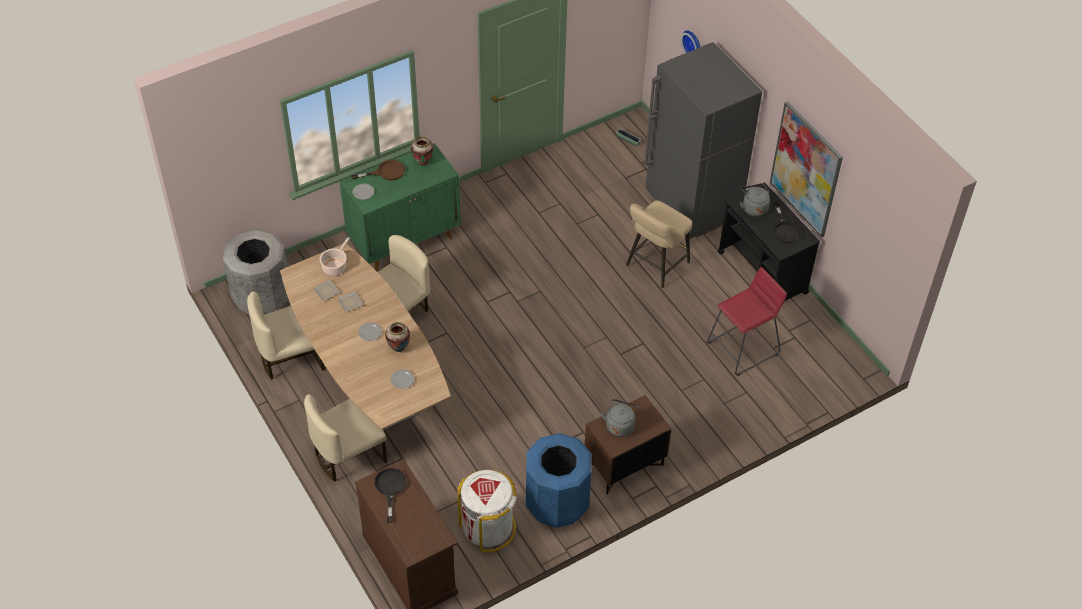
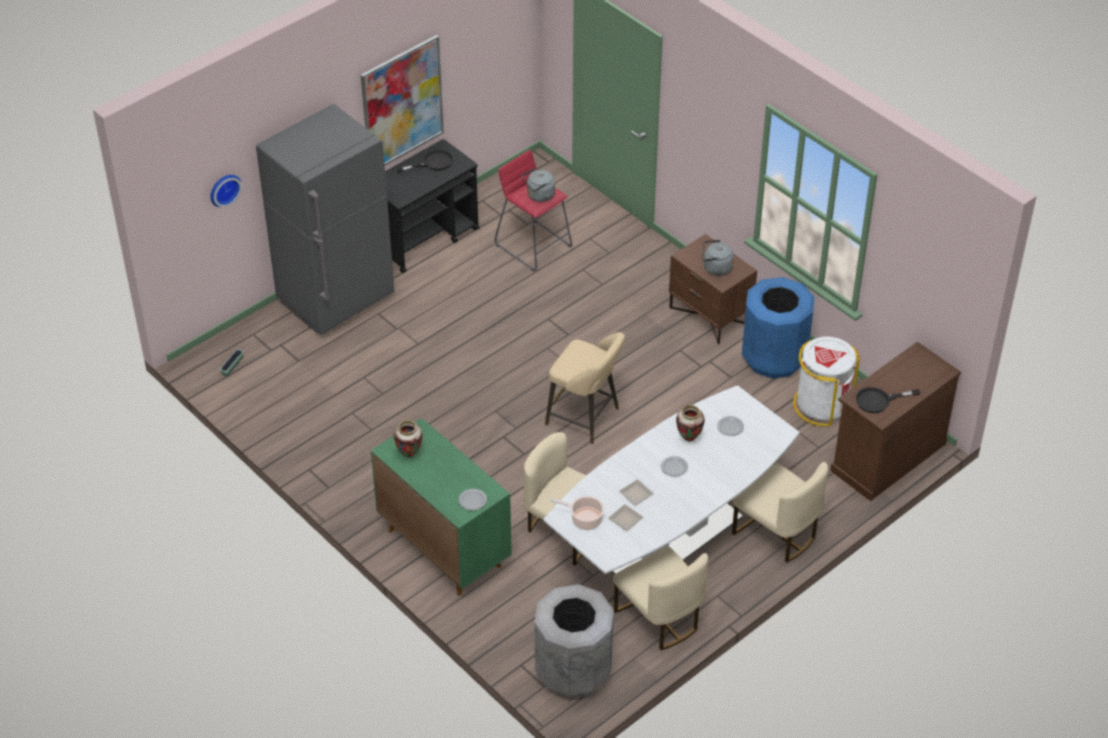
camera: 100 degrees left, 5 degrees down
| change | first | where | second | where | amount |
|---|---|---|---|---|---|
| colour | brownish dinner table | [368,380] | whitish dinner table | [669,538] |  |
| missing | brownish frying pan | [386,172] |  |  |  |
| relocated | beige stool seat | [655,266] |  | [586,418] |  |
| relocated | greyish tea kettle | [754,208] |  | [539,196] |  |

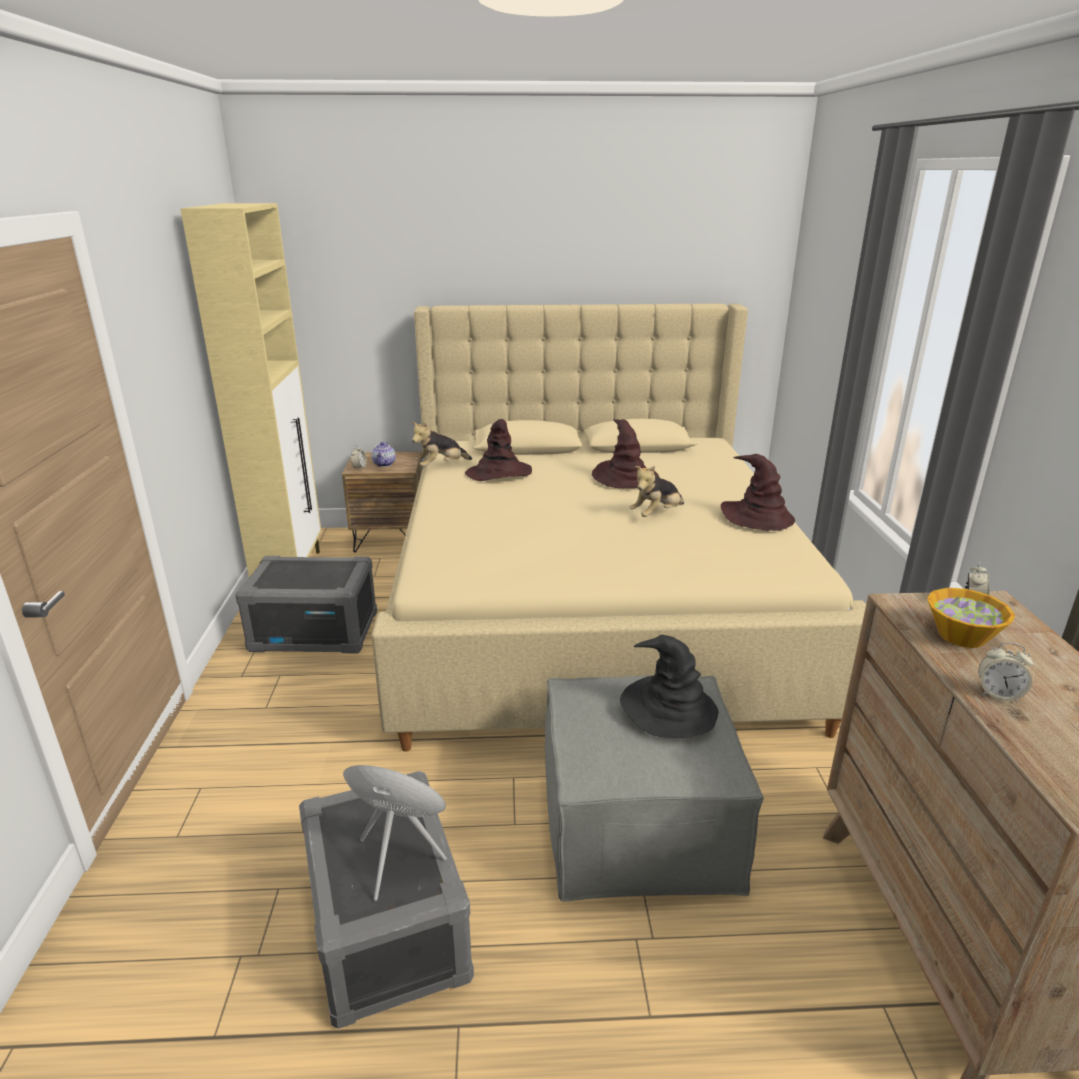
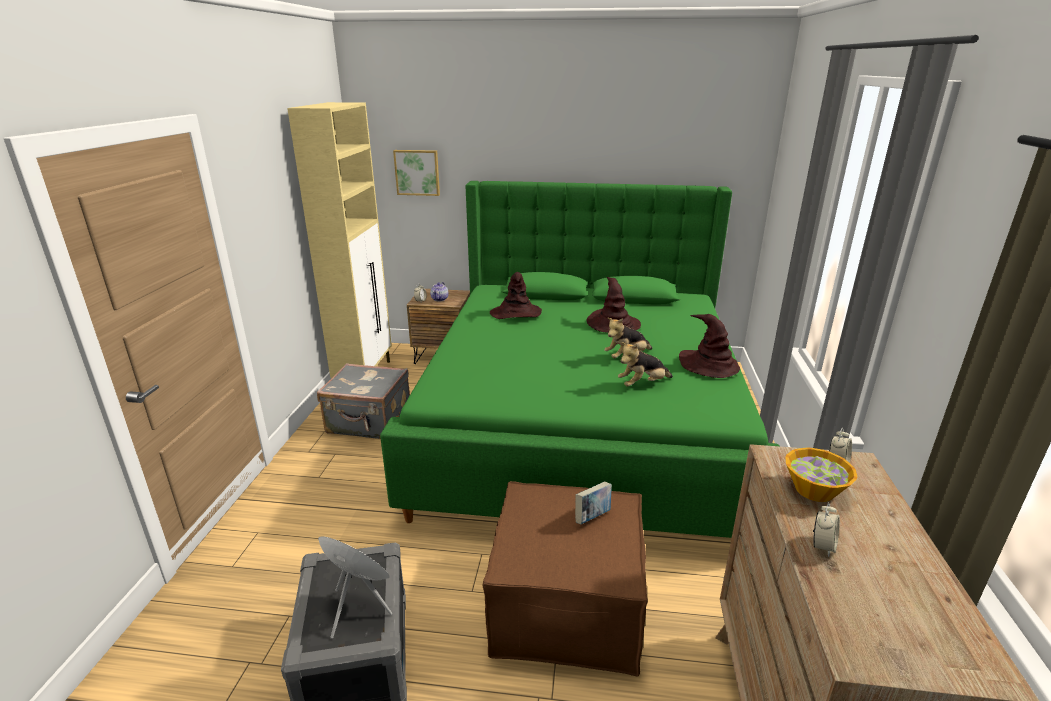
camera: 10 degrees right, 0 degrees up
| change | first | where | second | where | amount |
|---|---|---|---|---|---|
| exchanged | greyish storage bin | [315,631] | greyish travel case | [369,423] |  |
| colour | beige bedroom bed | [594,610] | green-coloured bedroom bed | [582,426] |  |
| relocated | soft toy | [441,466] |  | [642,384] |  |
| colour | greyish ottoman | [639,825] | brownish ottoman | [567,605] |  |
| exchanged | black-coloured hat | [667,708] | bound book | [592,517] |  |
| spun | table clock | [998,694] |  | [822,546] | 90 degrees counterclockwise |
| appeared |  |  | wall picture | [417,172] |  |

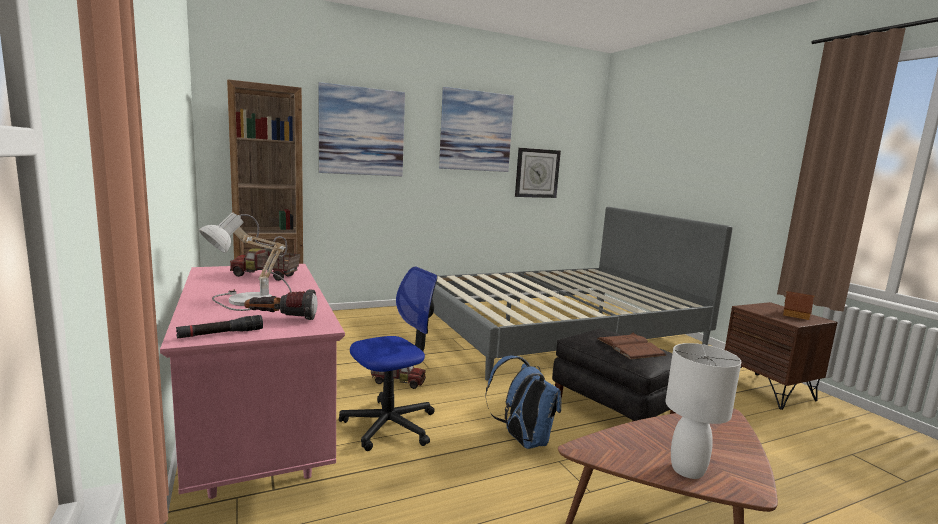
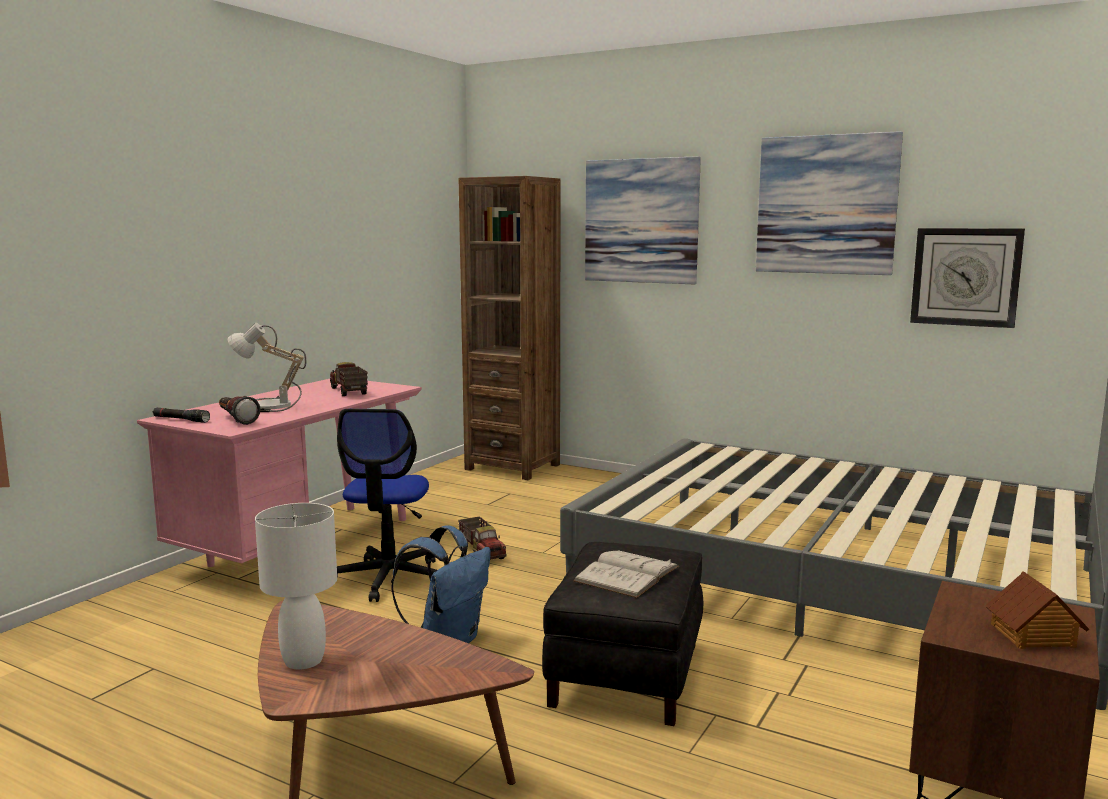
camera: 55 degrees right, 0 degrees up
| change | first | where | second | where | amount |
|---|---|---|---|---|---|
| spun | desk chair | [390,425] |  | [388,578] | 75 degrees clockwise |
| colour | brownish bound book | [630,347] | whitish bound book | [627,574] |  |

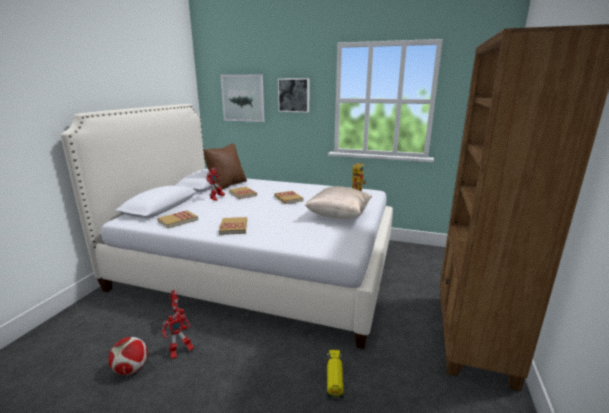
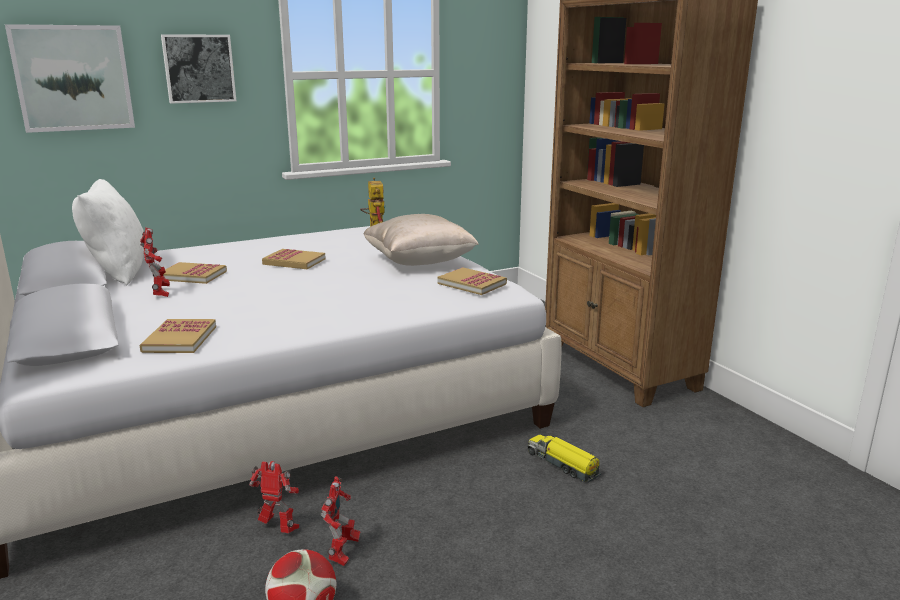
camera: 45 degrees left, 0 degrees up
| change | first | where | second | where | amount |
|---|---|---|---|---|---|
| colour | brownish throw pillow | [226,185] | whitish throw pillow | [118,272] |  |
| relocated | bound book | [233,227] |  | [472,284] |  |

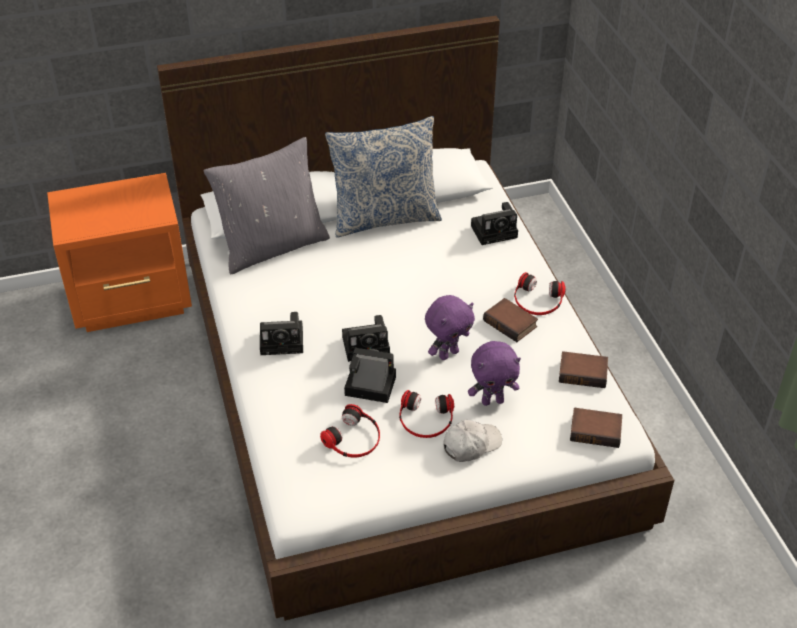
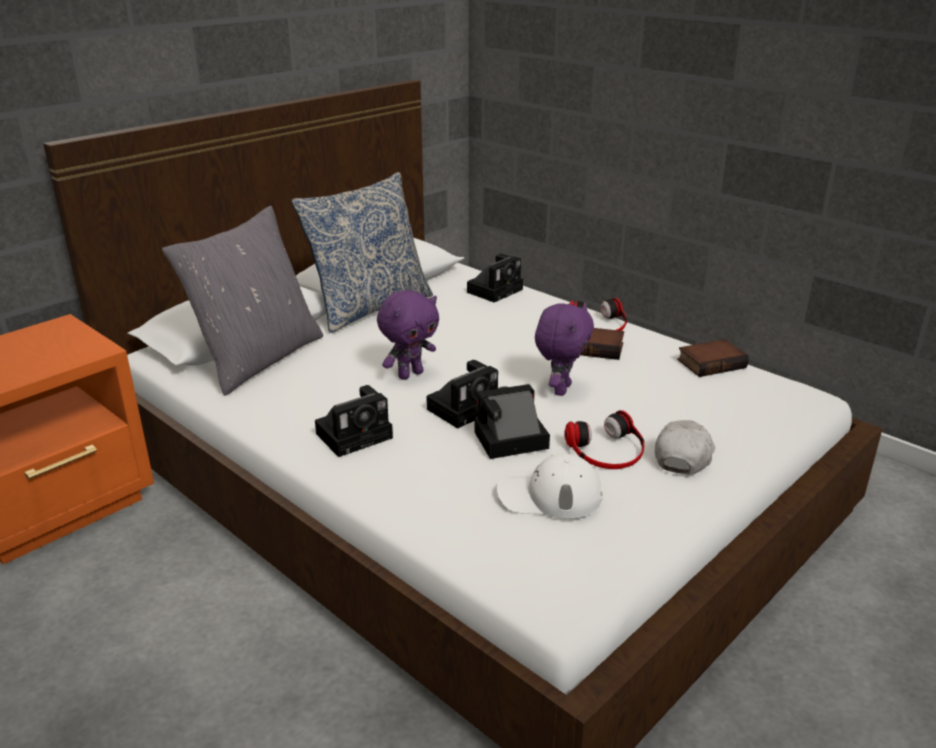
camera: 30 degrees left, 15 degrees down
| change | first | where | second | where | amount |
|---|---|---|---|---|---|
| exchanged | headset | [354,438] | whitish peaked cap | [549,495] |  |
| relocated | purple soft toy | [492,401] |  | [410,374] |  |
| missing | bound book | [596,430] |  |  |  |

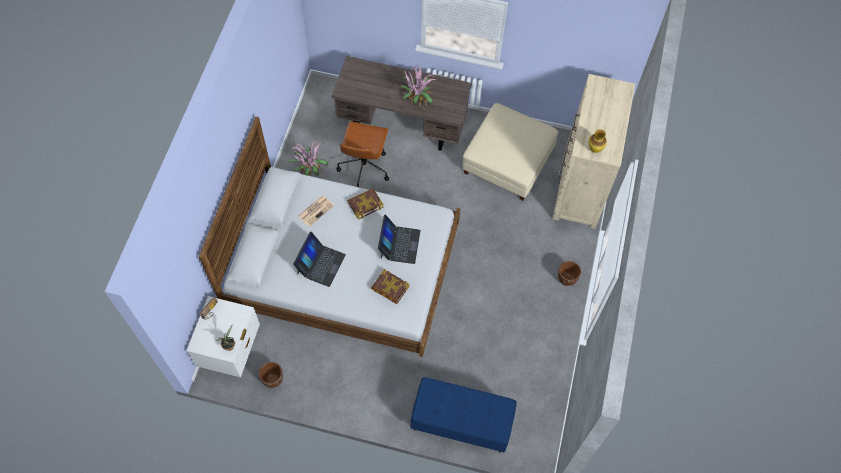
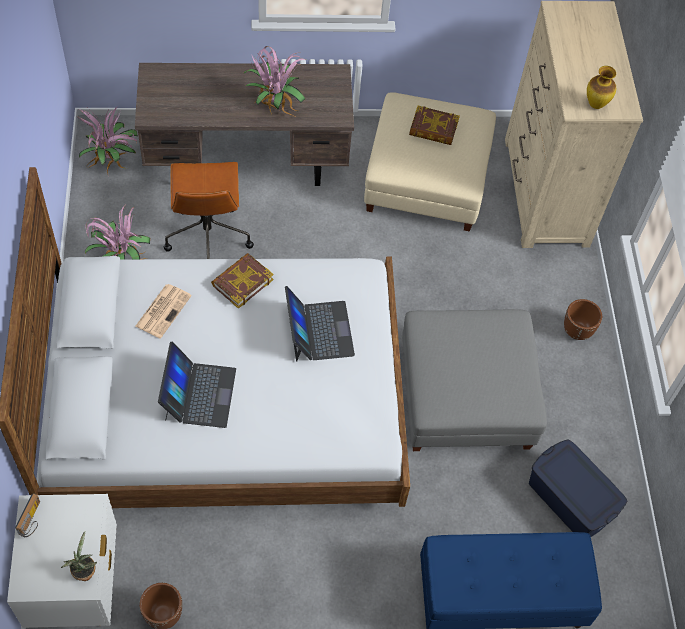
camera: 20 degrees left, 5 degrees down
| change | first | where | second | where | amount |
|---|---|---|---|---|---|
| relocated | bound book | [390,288] |  | [433,129] |  |
| appeared |  |  | potted plant | [111,161] |  |
| appeared |  |  | greyish ottoman | [464,396] |  |
| appeared |  |  | blue storage bin | [570,498] |  |

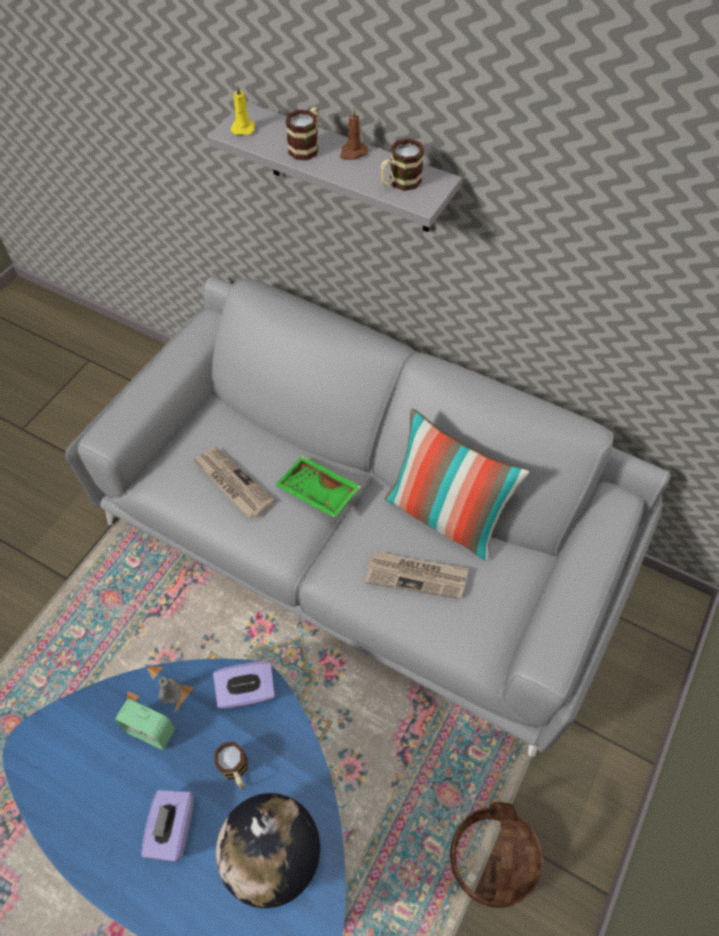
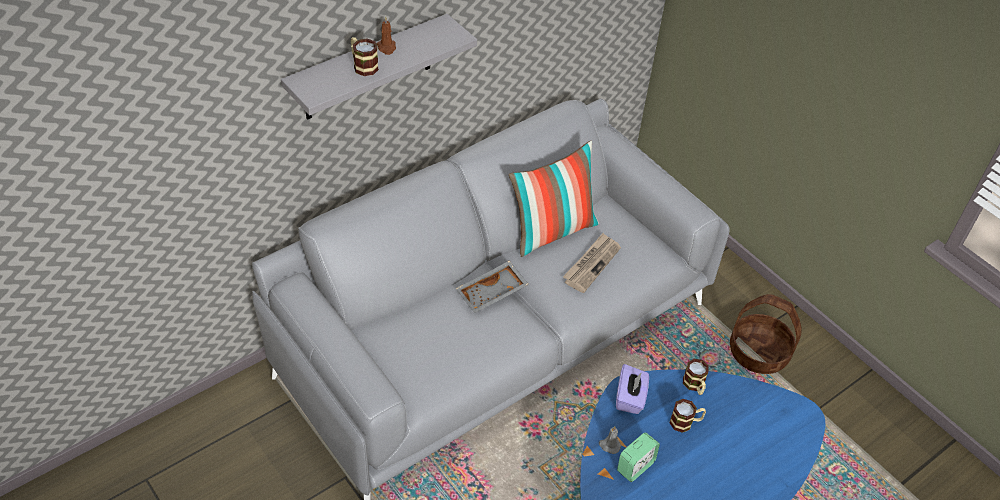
camera: 70 degrees left, 10 degrees down
| change | first | where | second | where | amount |
|---|---|---|---|---|---|
| missing | purple tissue holder | [172,828] |  |  |  |
| missing | printed paper | [232,483] |  |  |  |
| missing | world globe | [273,855] |  |  |  |
| missing | yellowish wax light | [243,128] |  |  |  |
| colour | green-coloured serving tray | [317,492] | greyish serving tray | [492,293] |  |
| relocated | tea mug | [399,183] |  | [694,386] |  |

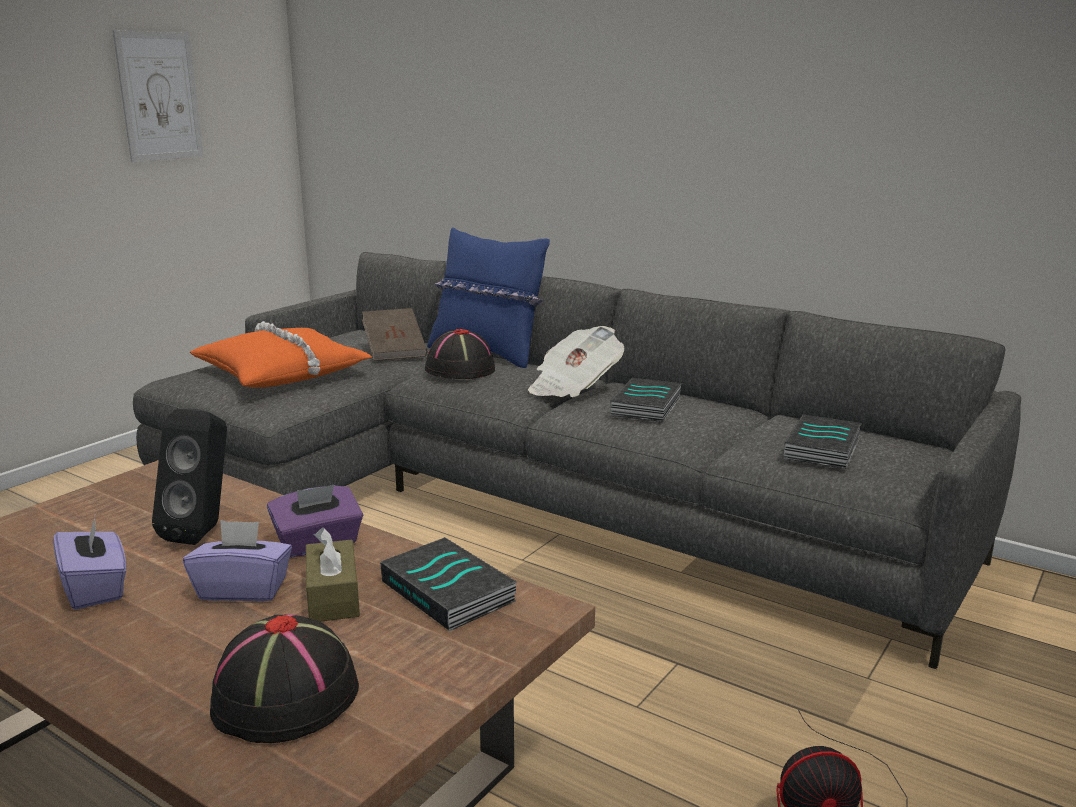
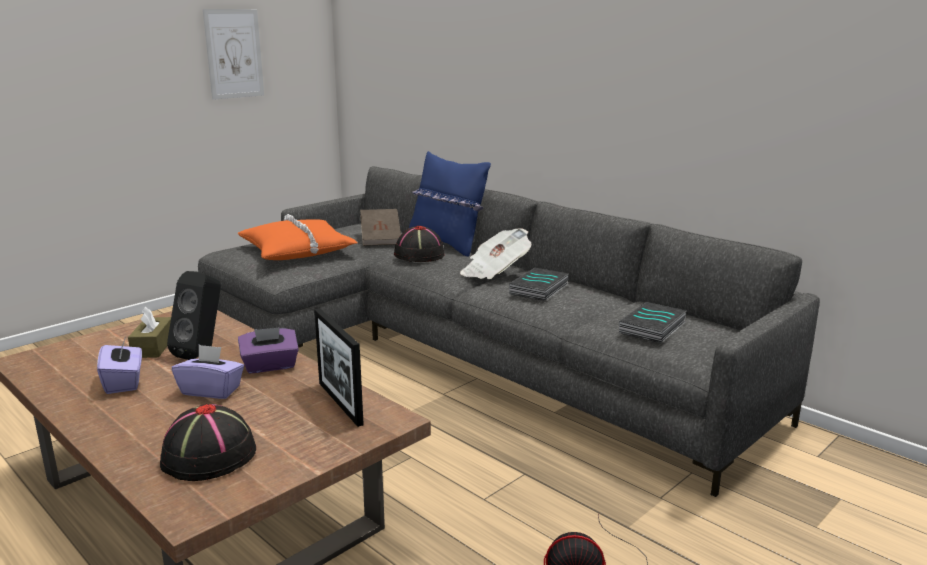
camera: 10 degrees right, 0 degrees up
| change | first | where | second | where | amount |
|---|---|---|---|---|---|
| relocated | brownish tissue holder | [333,596] |  | [153,347] |  |
| exchanged | bound book | [450,591] | standing frame | [340,403] |  |

